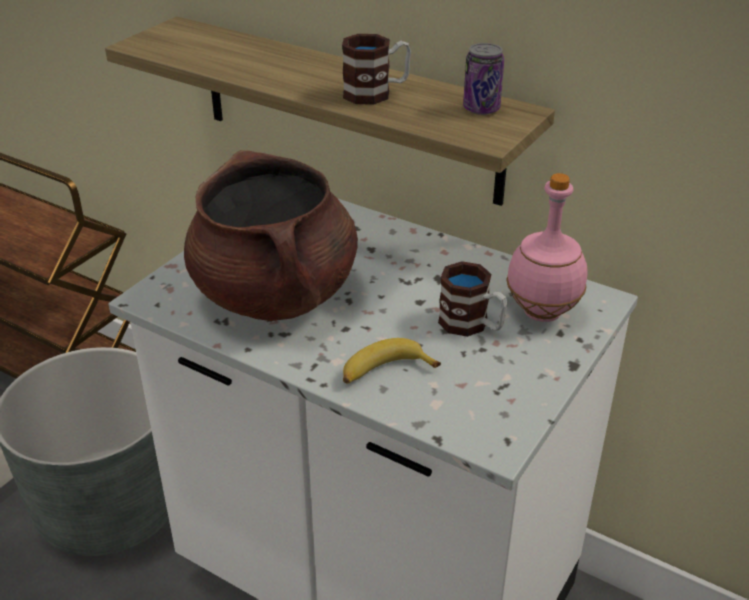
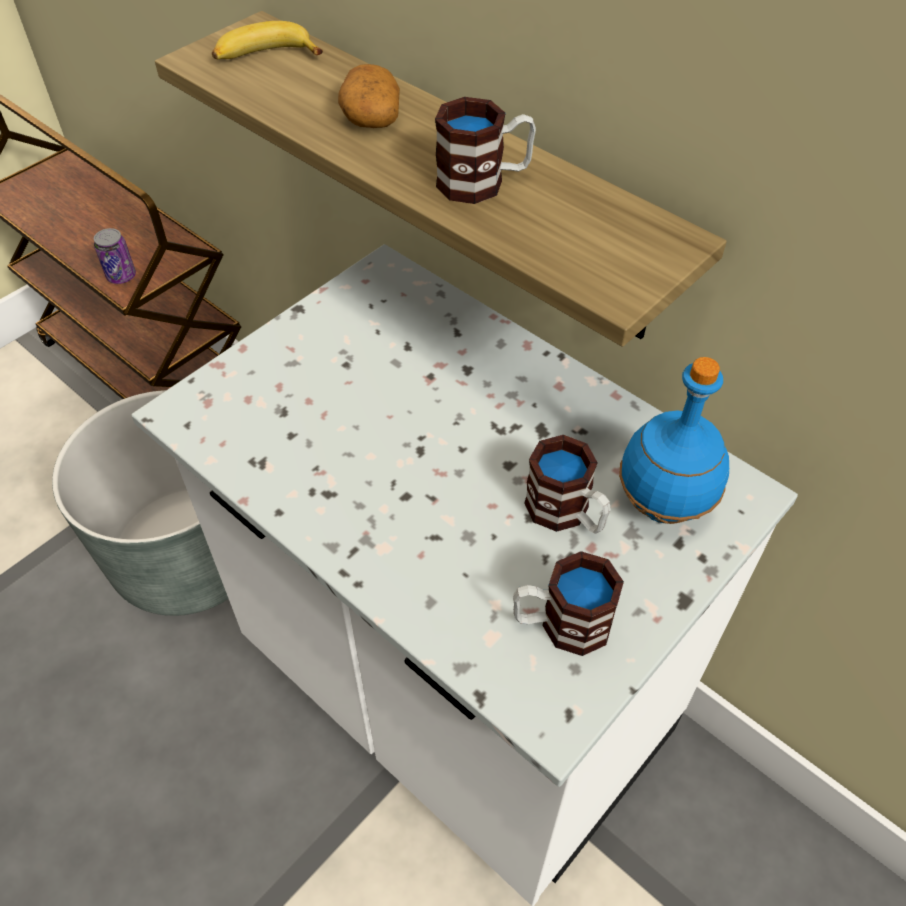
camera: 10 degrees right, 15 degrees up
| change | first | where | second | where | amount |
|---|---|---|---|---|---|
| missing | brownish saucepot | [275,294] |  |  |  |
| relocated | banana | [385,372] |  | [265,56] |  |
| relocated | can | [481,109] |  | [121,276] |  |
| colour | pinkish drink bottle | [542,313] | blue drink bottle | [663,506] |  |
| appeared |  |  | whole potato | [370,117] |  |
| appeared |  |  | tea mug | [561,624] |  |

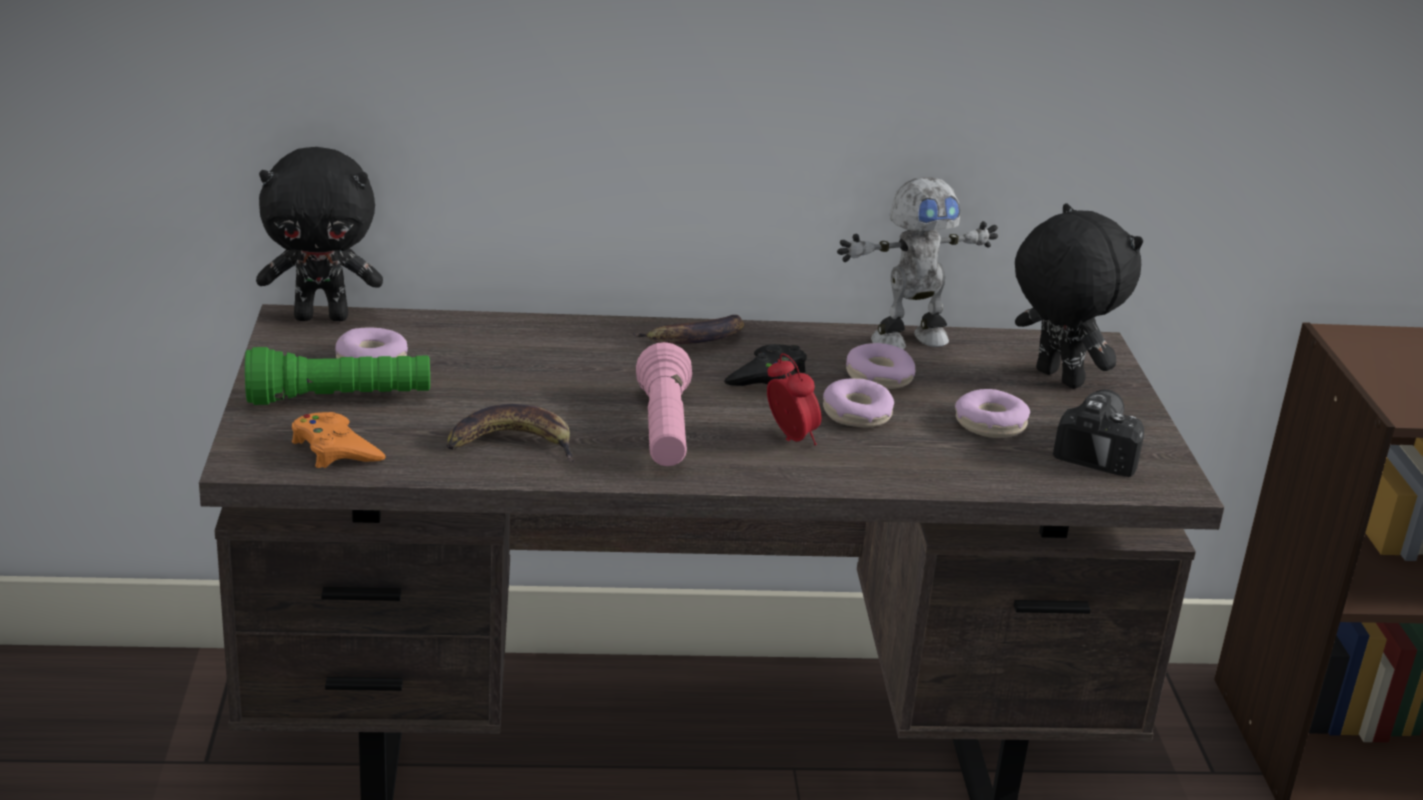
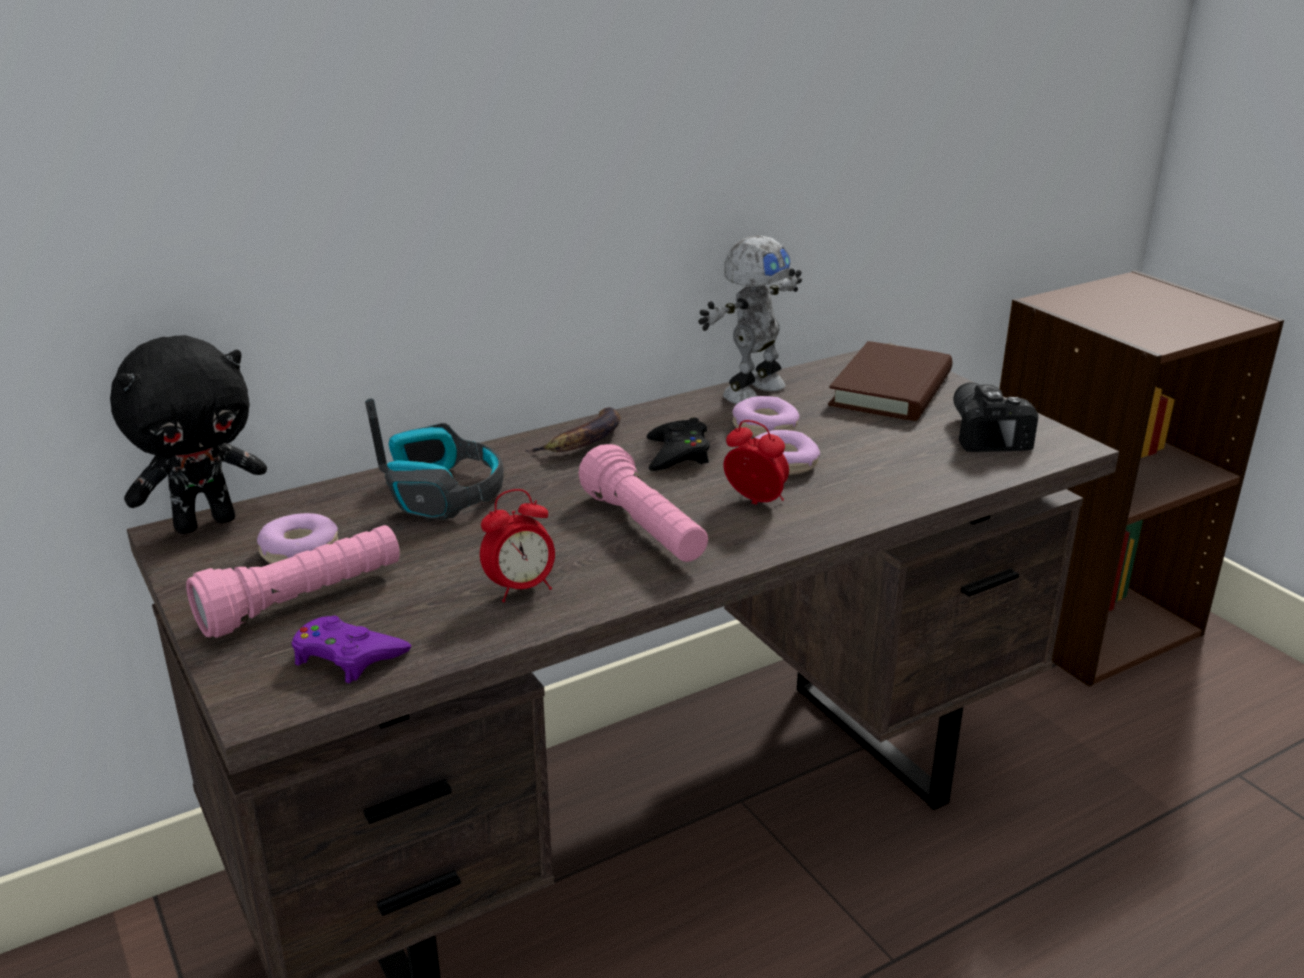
camera: 25 degrees left, 0 degrees up
| change | first | where | second | where | amount |
|---|---|---|---|---|---|
| colour | green-coloured hand torch | [339,399] | pinkish hand torch | [303,601] |  |
| colour | orange game controller | [335,449] | purple game controller | [347,656] |  |
| exchanged | banana | [512,444] | table clock | [521,589] |  |
| missing | donut | [990,424] |  |  |  |
| exchanged | black-coloured soft toy | [1056,378] | brownish bound book | [891,389] |  |
| appeared |  |  | headset | [442,492] |  |

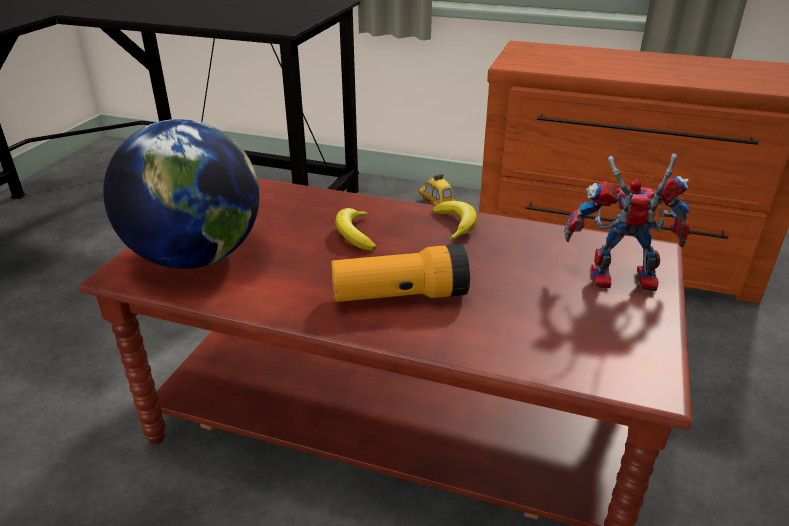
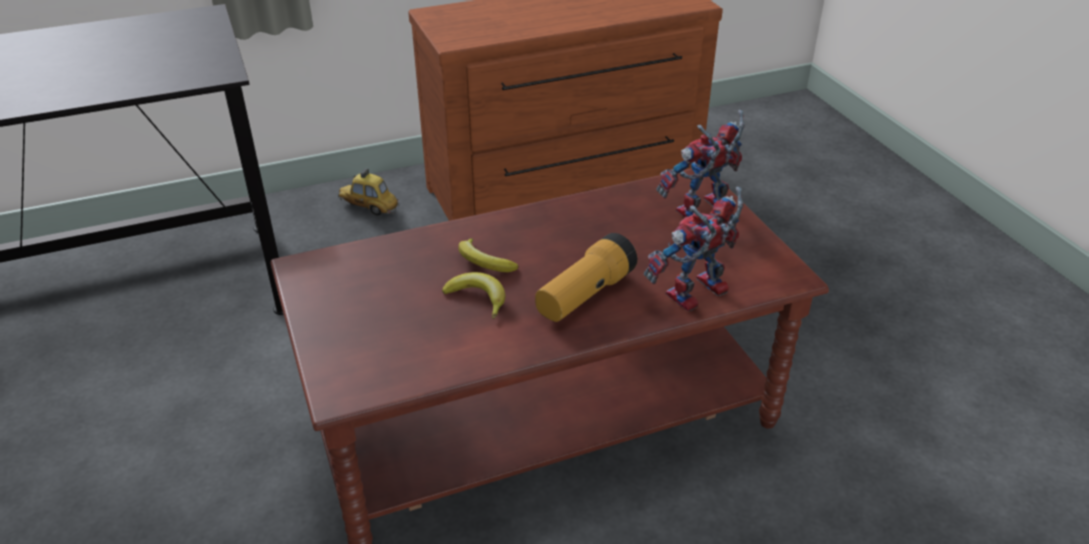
camera: 40 degrees left, 5 degrees up
| change | first | where | second | where | amount |
|---|---|---|---|---|---|
| missing | world globe | [196,257] |  |  |  |
| relocated | banana | [455,225] |  | [478,298] |  |
| appeared |  |  | robot figure | [695,298] |  |

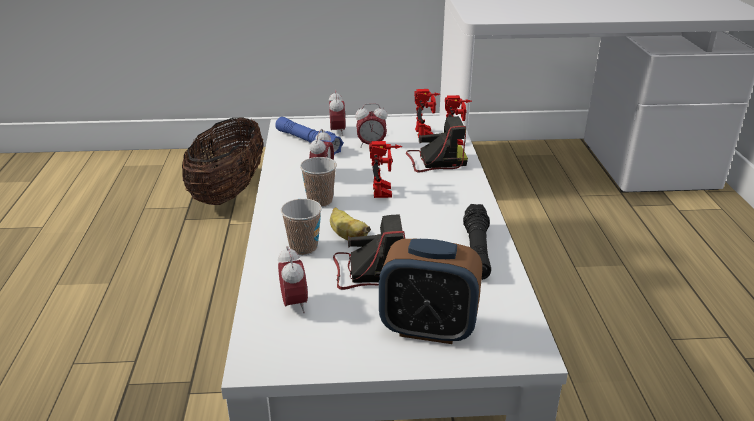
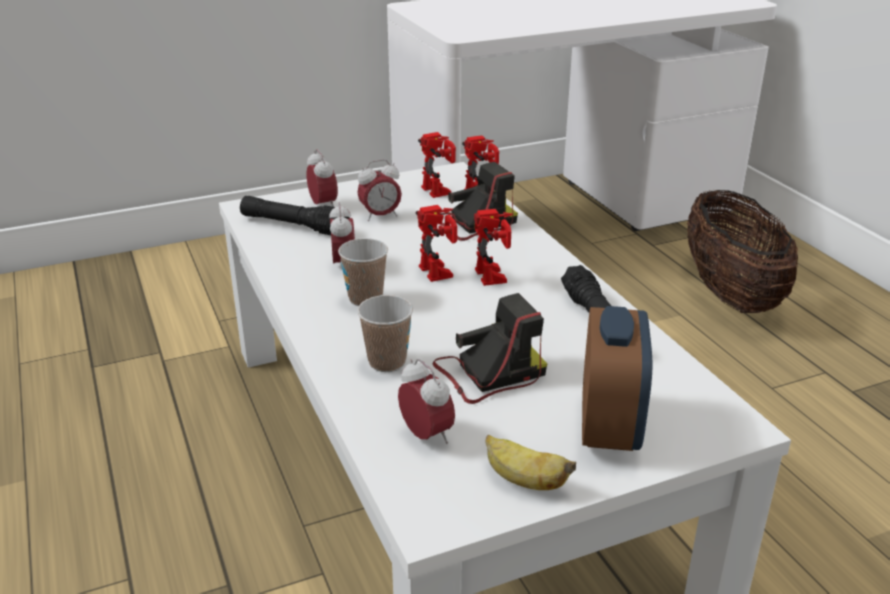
camera: 20 degrees left, 0 degrees up
| change | first | where | second | where | amount |
|---|---|---|---|---|---|
| relocated | storage basket | [228,192] |  | [730,293] |  |
| colour | blue hand torch | [308,142] | black-coloured hand torch | [294,226] |  |
| relocated | banana | [347,236] |  | [523,481] |  |
| spun | table clock | [428,329] |  | [609,427] | 75 degrees counterclockwise |
| appeared |  |  | robot figure | [496,276] |  |

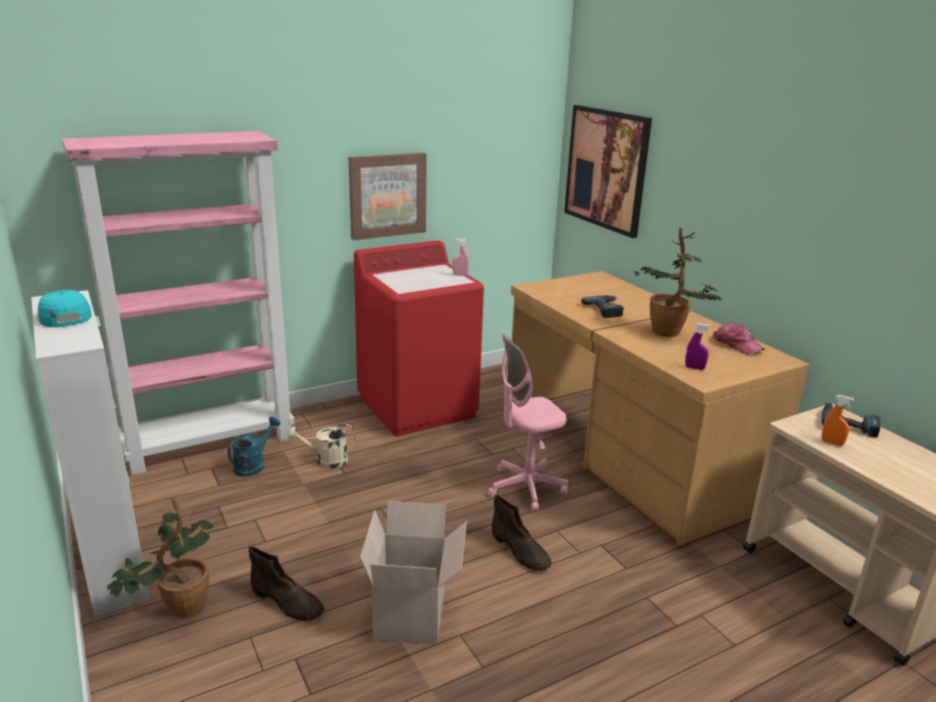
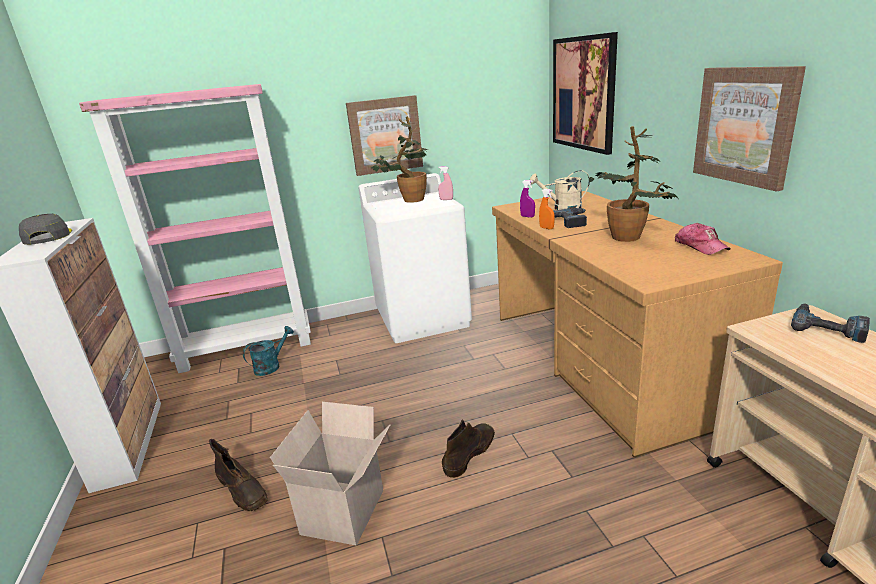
camera: 15 degrees right, 0 degrees up
| change | first | where | second | where | amount |
|---|---|---|---|---|---|
| colour | blue-green peaked cap | [64,316] | greyish peaked cap | [47,237] |  |
| relocated | potted plant | [178,609] |  | [408,200] |  |
| relocated | beige watering can | [326,461] |  | [562,208] |  |
| colour | red laundry appliance | [418,406] | whitish laundry appliance | [423,318] |  |
| missing | pinkish desk chair | [526,488] |  |  |  |
| spun | brownish tall boot | [520,551] |  | [470,453] | 120 degrees counterclockwise |
| relocated | purple spray bottle | [694,368] |  | [527,216] |  |
| relocated | orange spray bottle | [832,443] |  | [546,228] |  |
| appeared |  |  | wall picture | [745,125] |  |

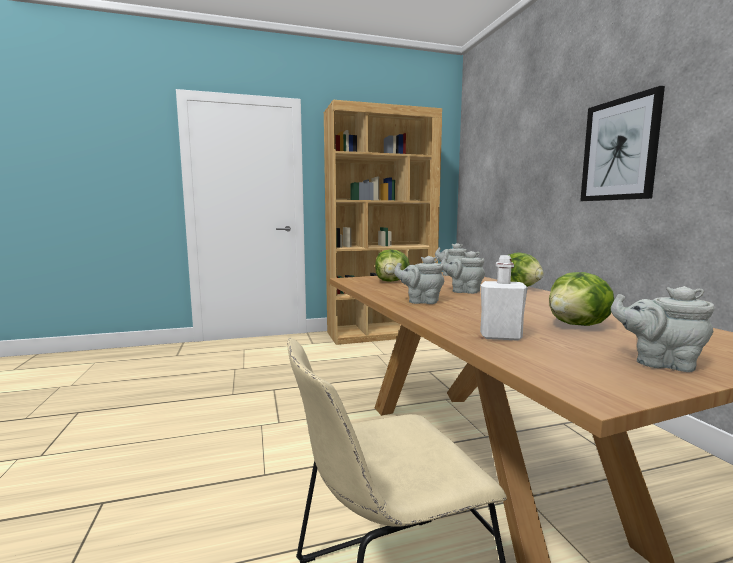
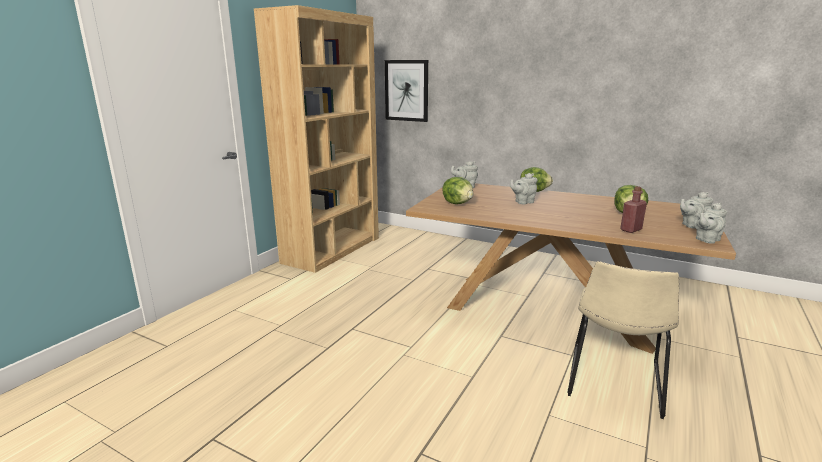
camera: 45 degrees left, 10 degrees up
| change | first | where | second | where | amount |
|---|---|---|---|---|---|
| relocated | greyish tea pot | [421,301] |  | [706,240] |  |
| colour | whitish drink bottle | [500,337] | red drink bottle | [631,230] |  |
| relocated | wall picture | [619,150] |  | [406,90] |  |

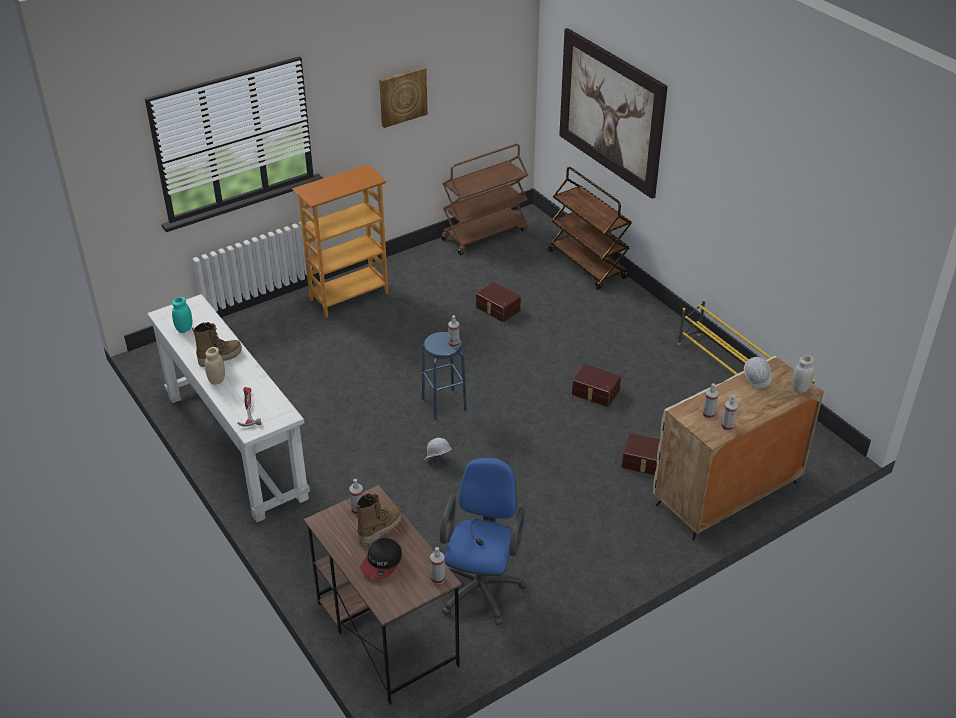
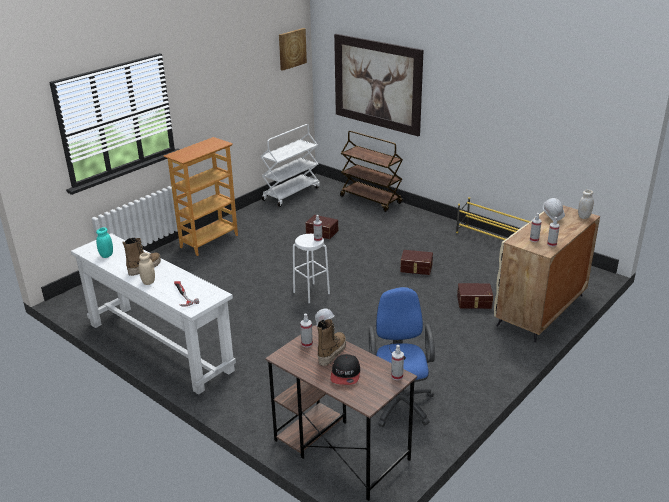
camera: 15 degrees left, 10 degrees down
| change | first | where | second | where | amount |
|---|---|---|---|---|---|
| relocated | wall picture | [402,96] |  | [291,48] |  |
| colour | blue stool seat | [444,404] | whitish stool seat | [311,293] |  |
| colour | brownish cart | [484,234] | whitish cart | [291,193] |  |

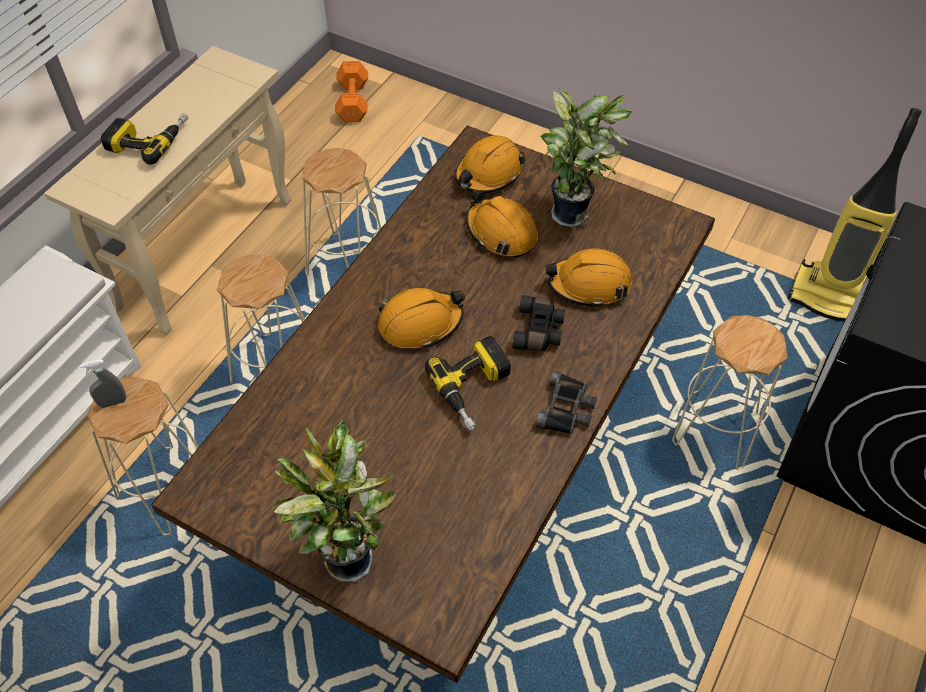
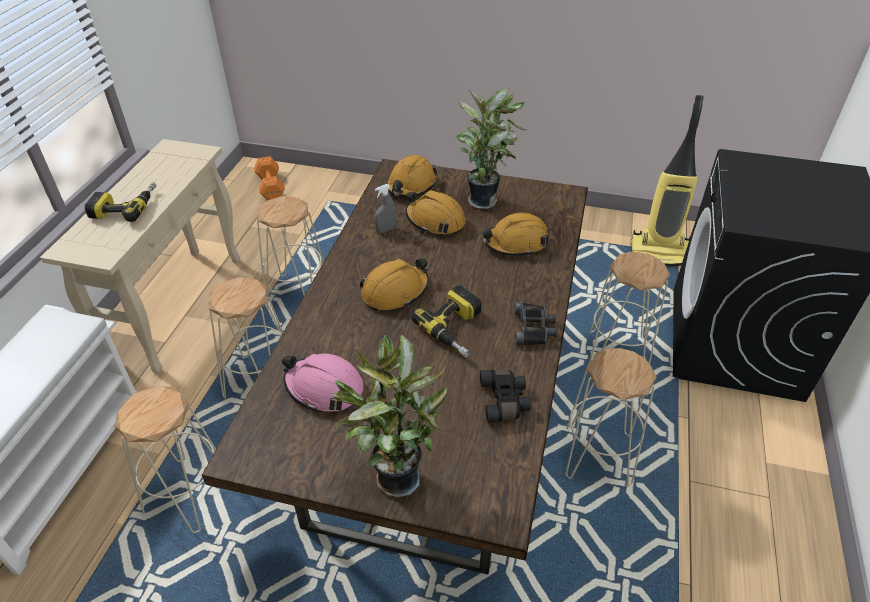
camera: 15 degrees left, 10 degrees down
| change | first | where | second | where | amount |
|---|---|---|---|---|---|
| relocated | greyish spray bottle | [113,402] |  | [385,230] |  |
| relocated | black-coloured field glasses | [539,331] |  | [505,401] |  |
| appeared |  |  | pinkish hard hat | [324,388] |  |
| appeared |  |  | beige stool seat | [598,456] |  |

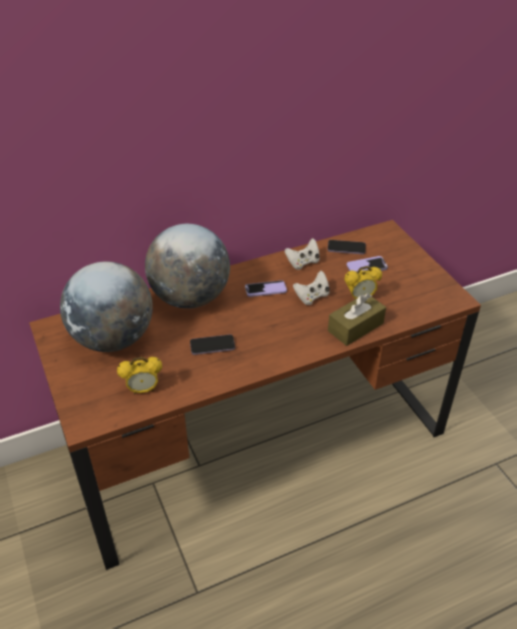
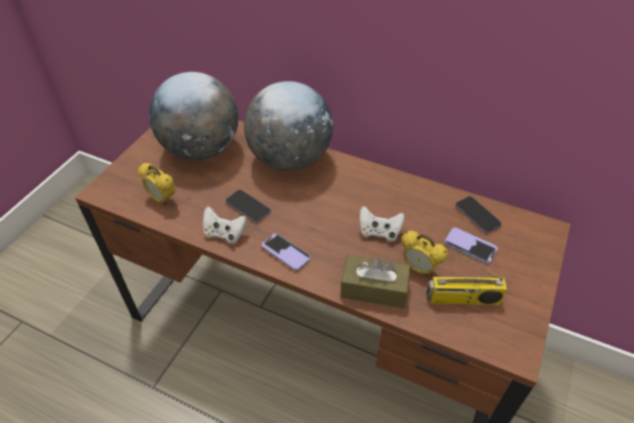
camera: 50 degrees right, 5 degrees up
| change | first | where | second | where | amount |
|---|---|---|---|---|---|
| relocated | handset | [265,289] |  | [286,252] |  |
| relocated | whitish game controller | [303,263] |  | [224,234] |  |
| appeared |  |  | radio receiver | [462,299] |  |

